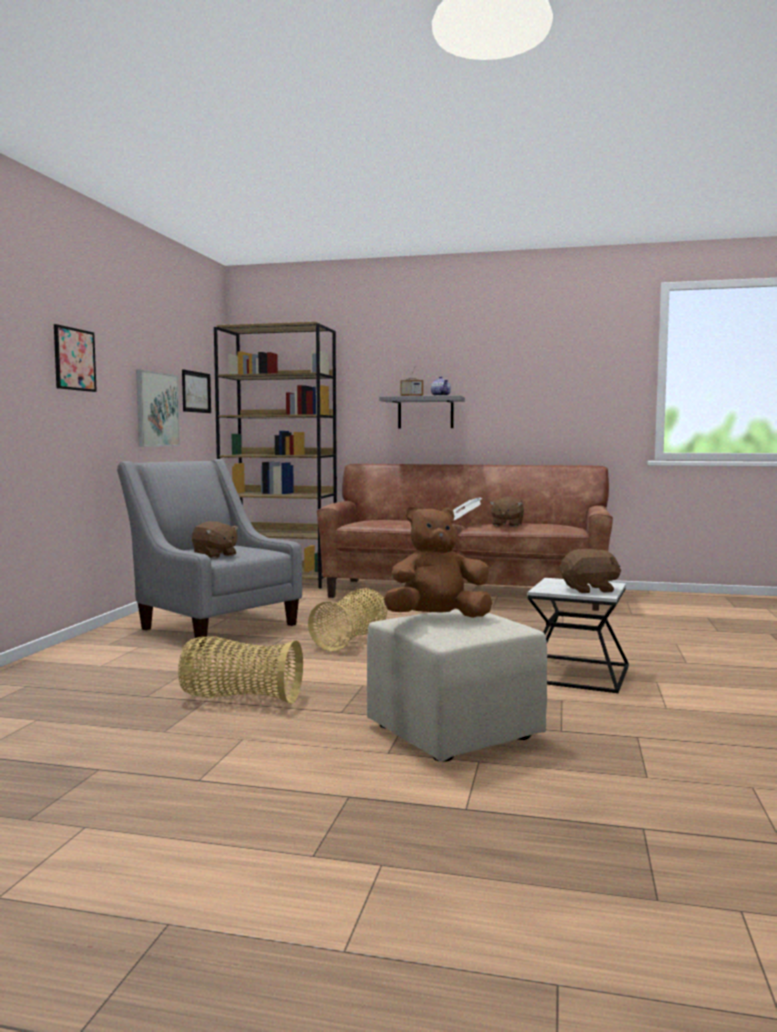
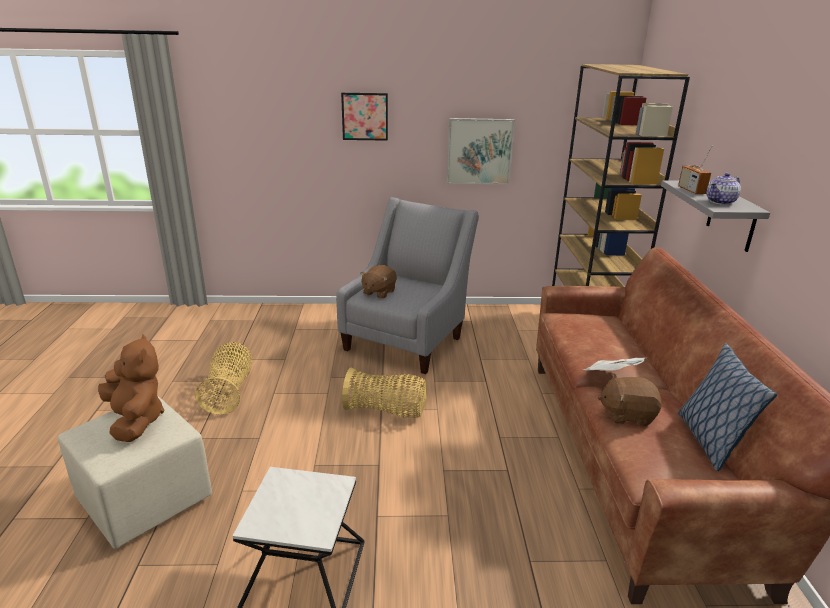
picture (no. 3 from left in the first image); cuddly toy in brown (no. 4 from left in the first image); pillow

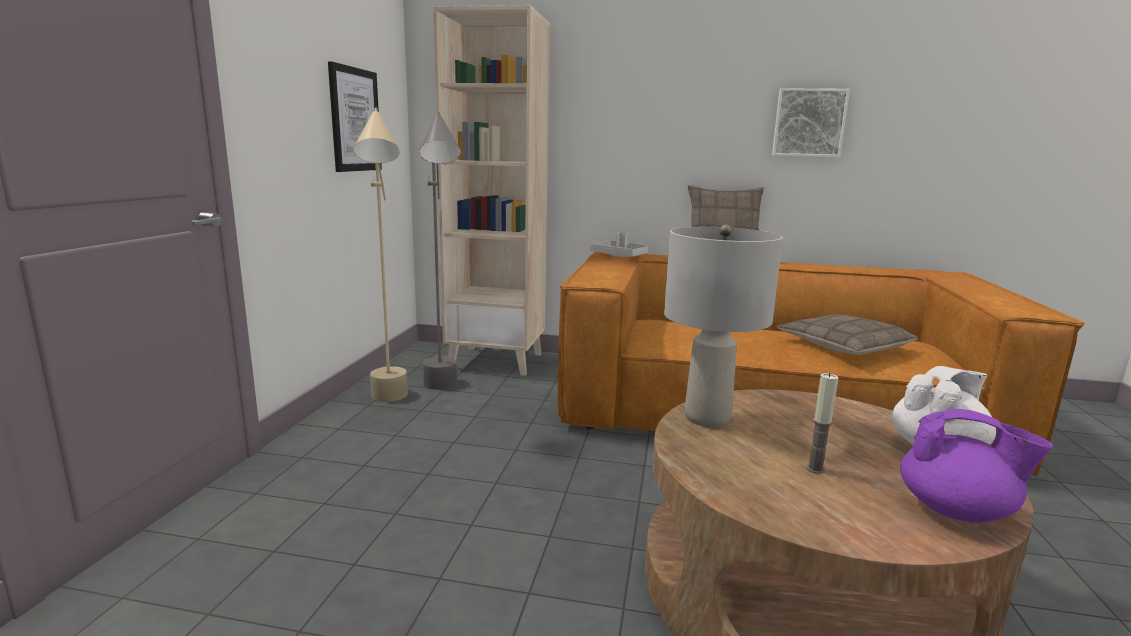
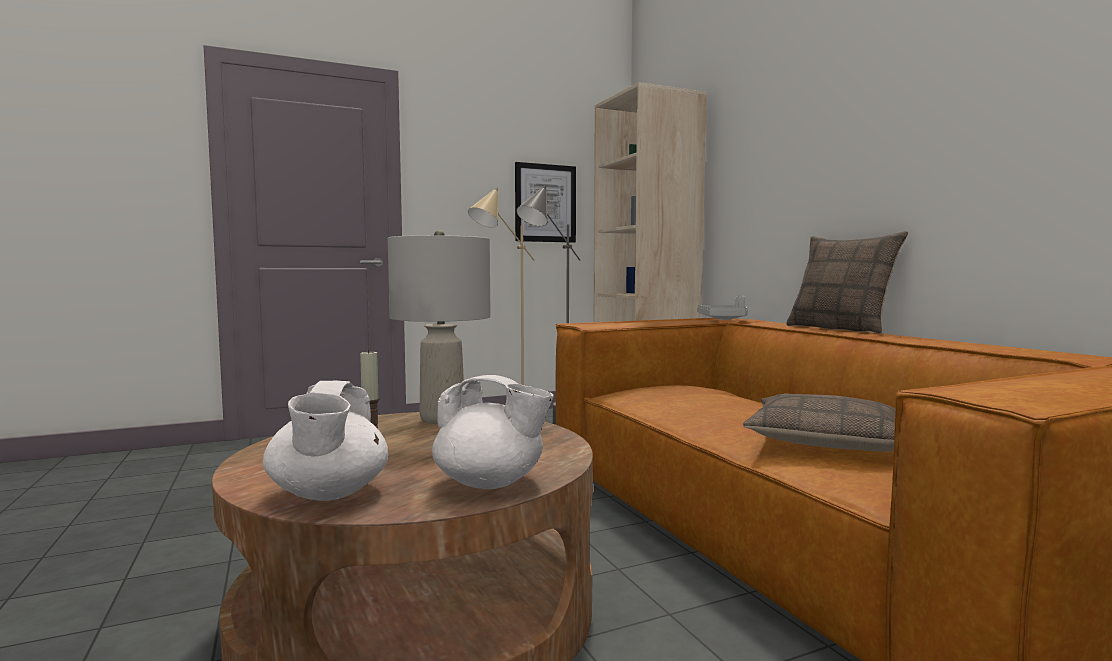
picture (no. 2 from left in the first image); teapot in white (no. 1 from left)

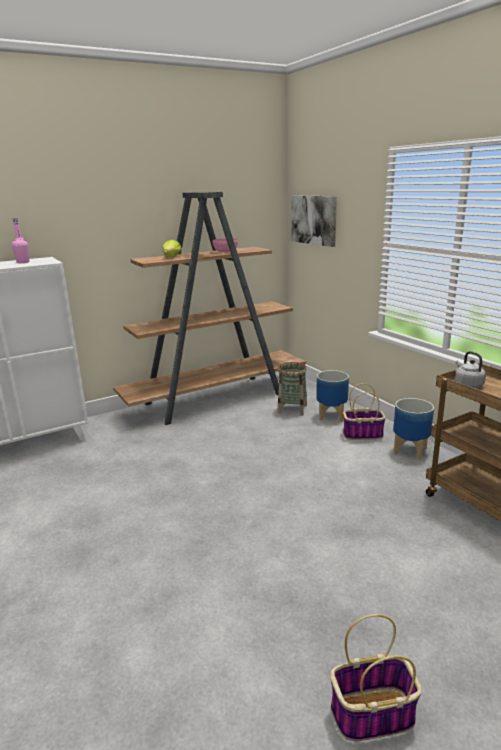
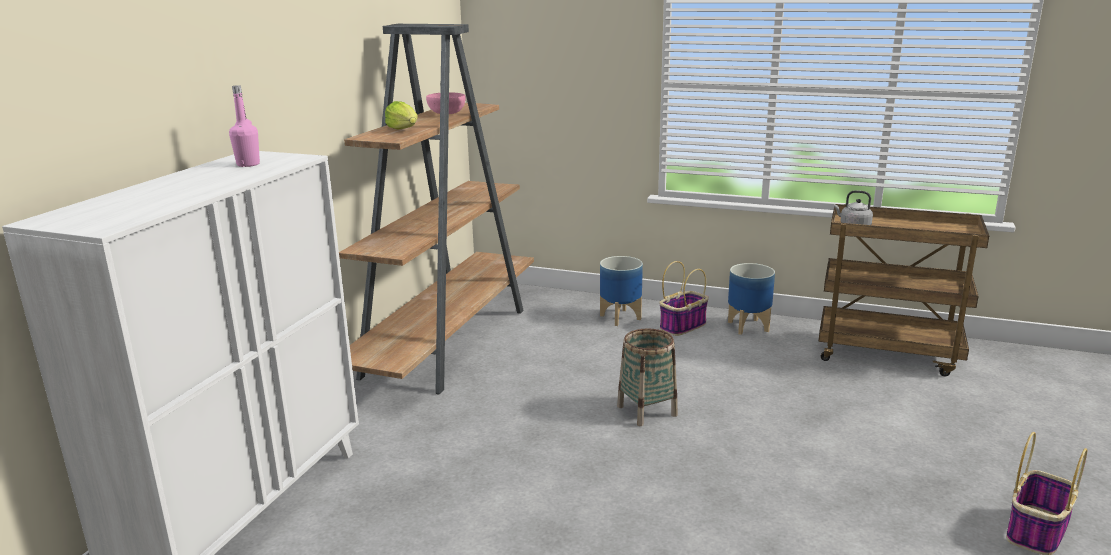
picture; basket (no. 1 from left)

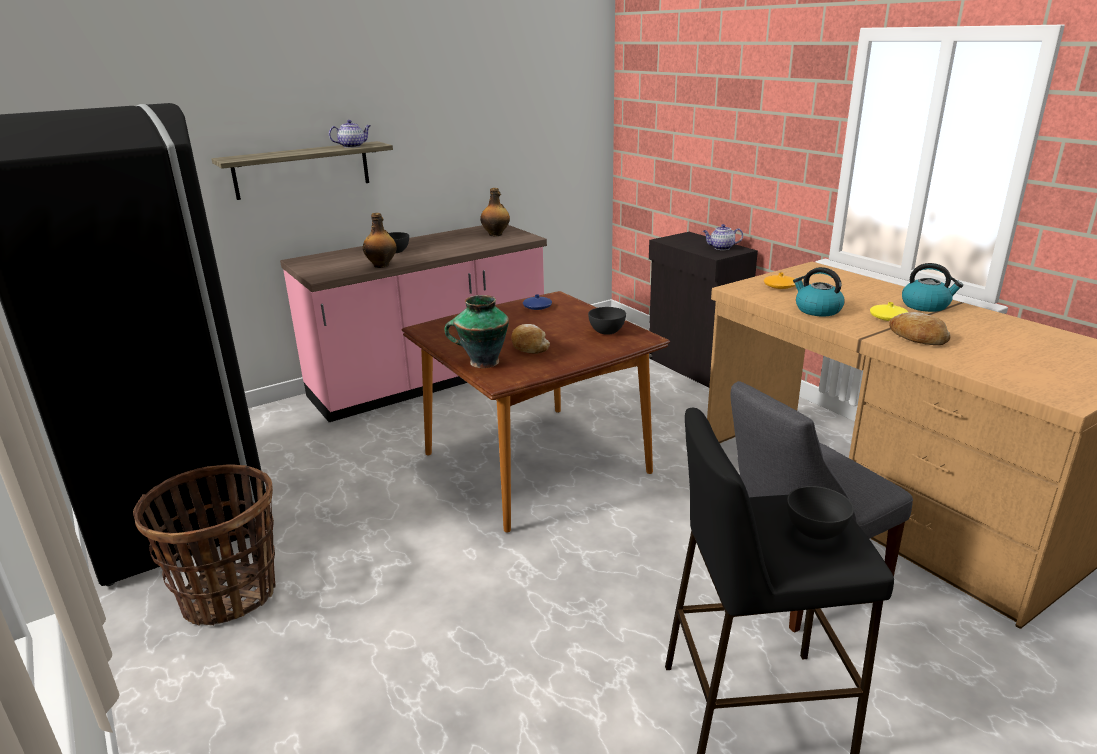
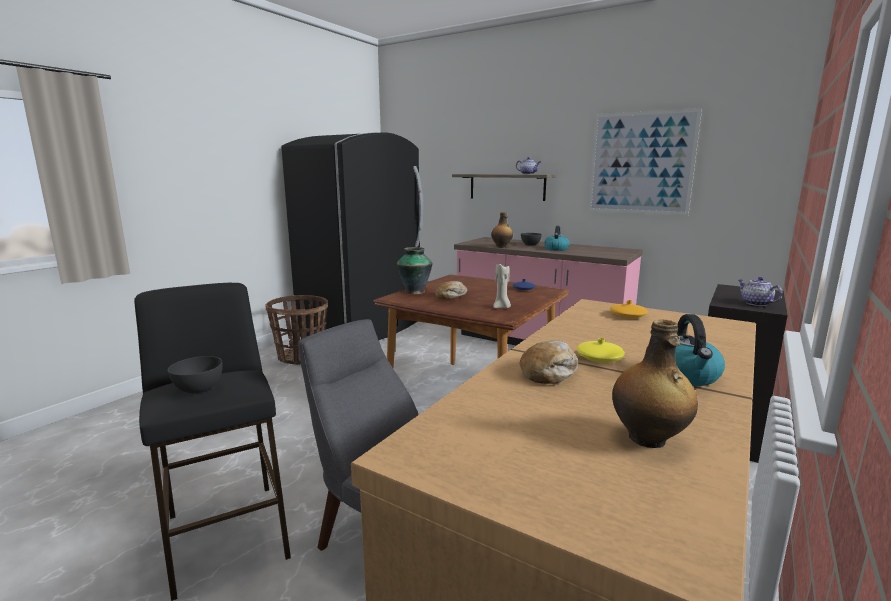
drink bottle (no. 2 from left); kettle (no. 1 from left); wax candle in sand-coloured; picture

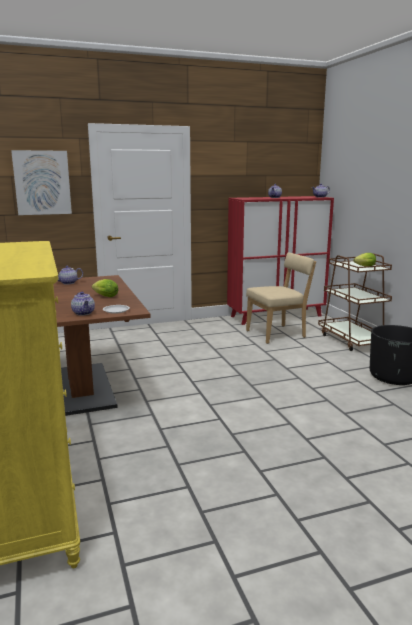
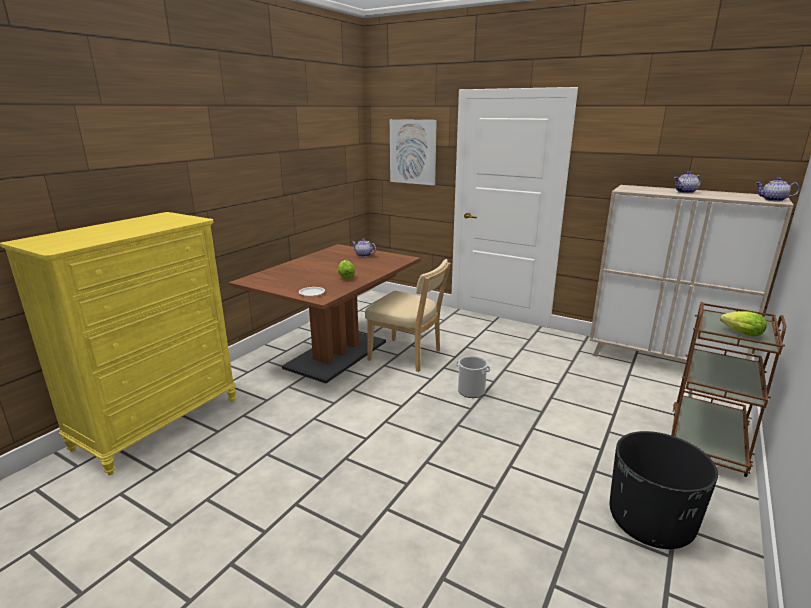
cupboard in sand-coloured; upright chair in sand-coloured; teapot (no. 2 from left in the first image); pail

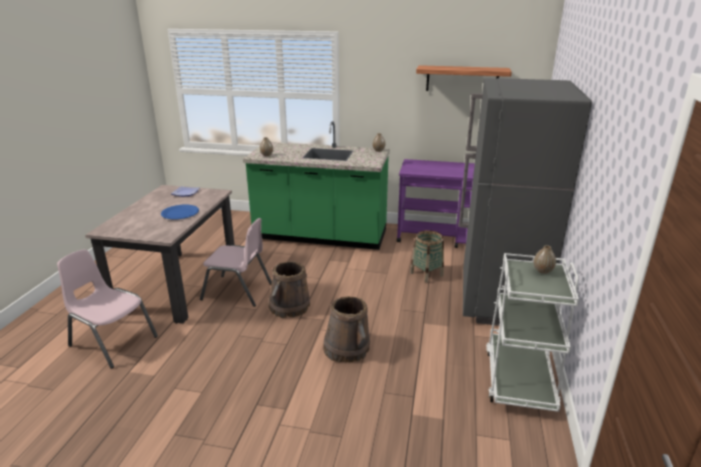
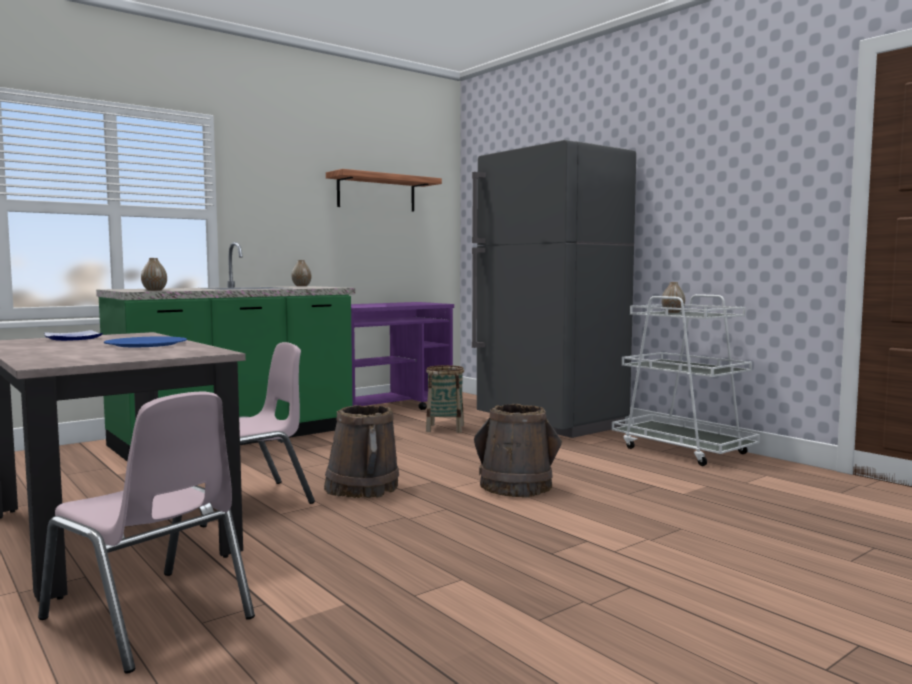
upright chair in pinkish (no. 1 from left)

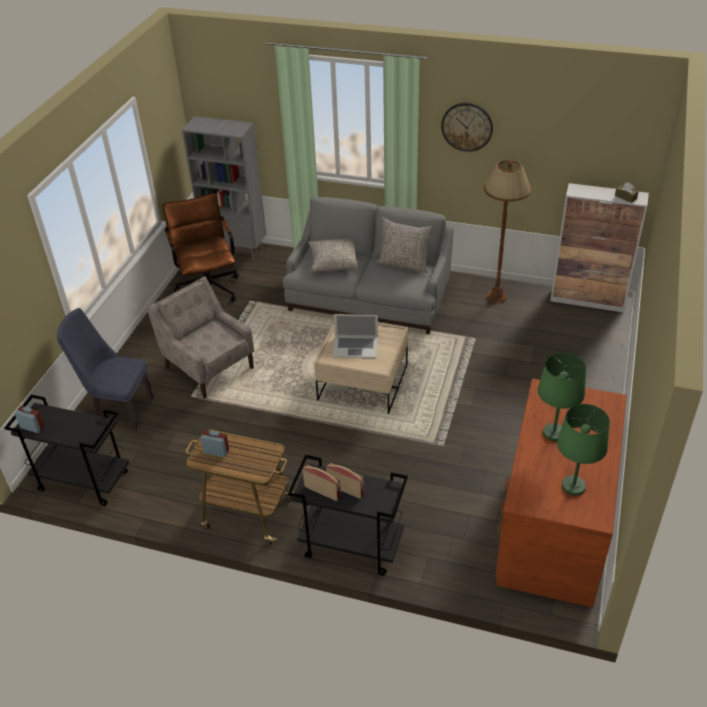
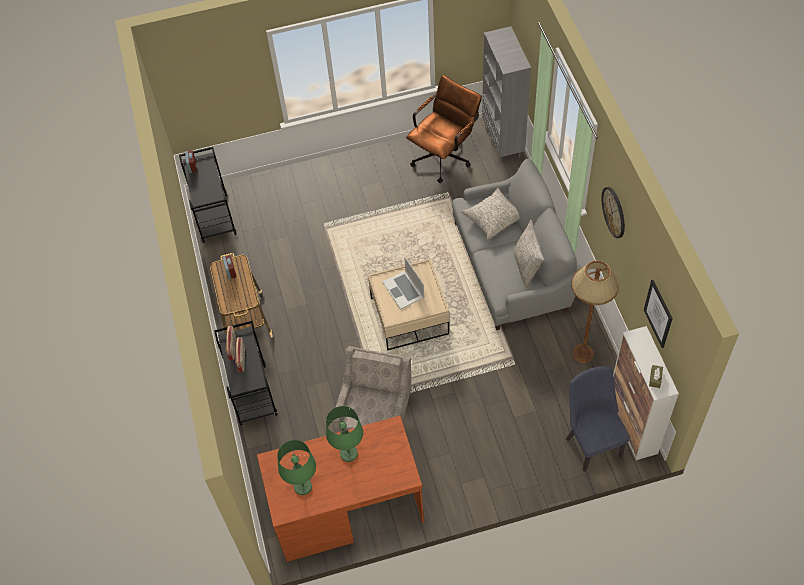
armchair in sand-coloured; upright chair in bluish; picture

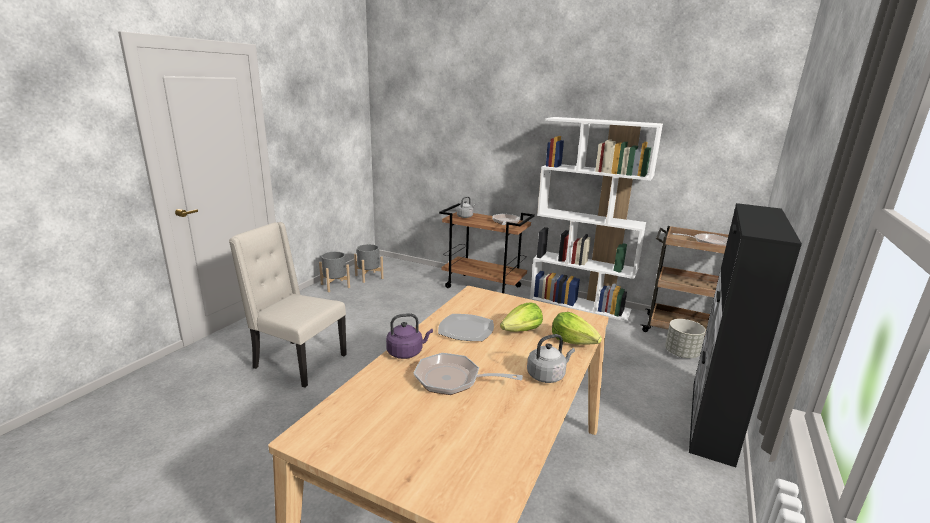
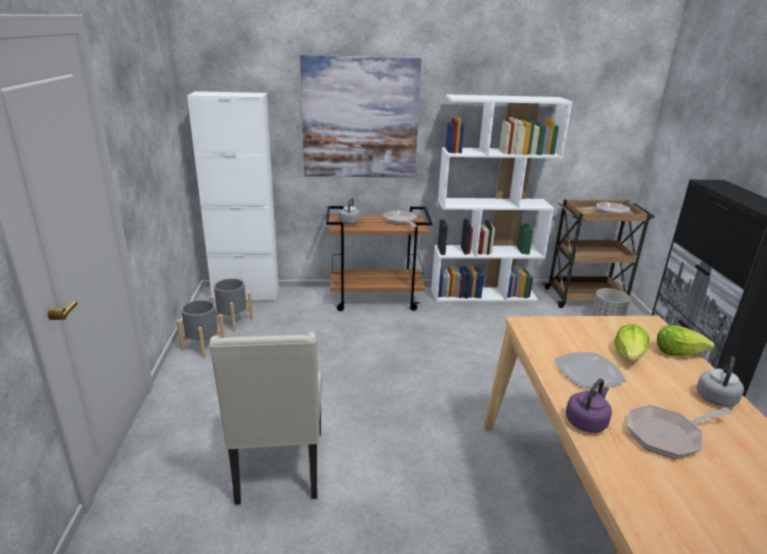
upright chair in sand-coloured; picture; cupboard in white

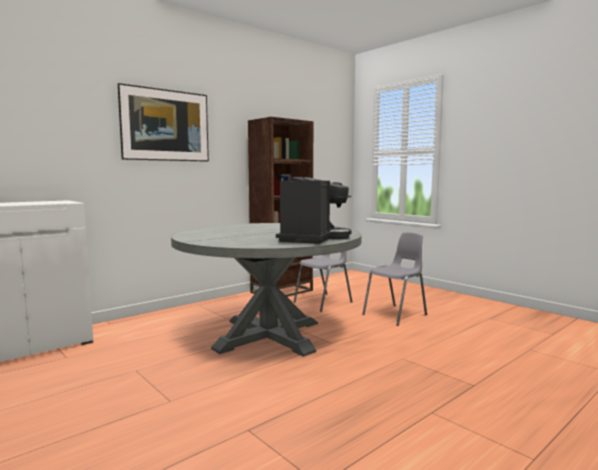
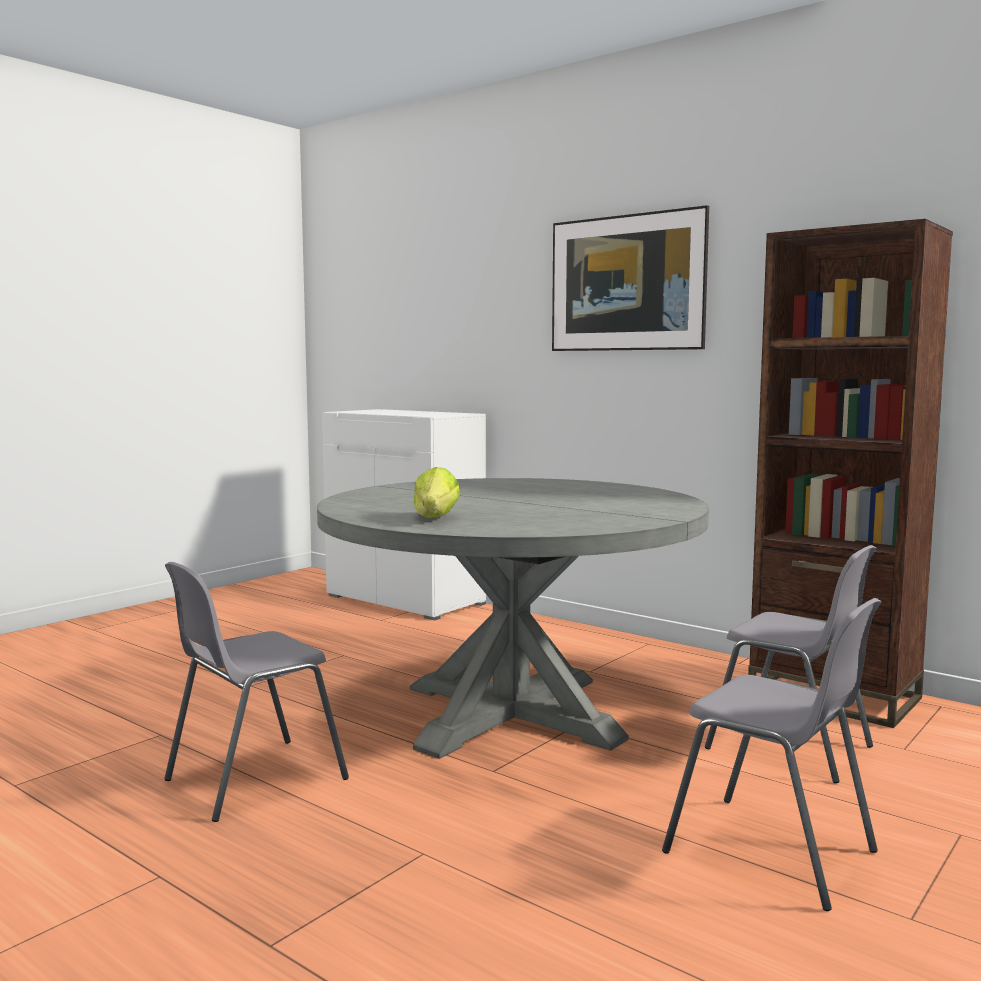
lettuce; upright chair in grey (no. 1 from left)

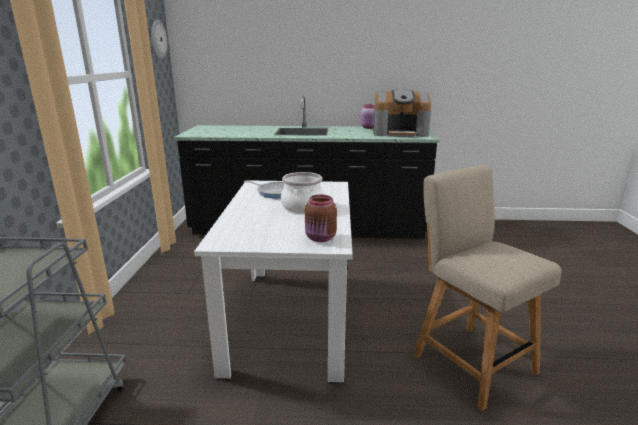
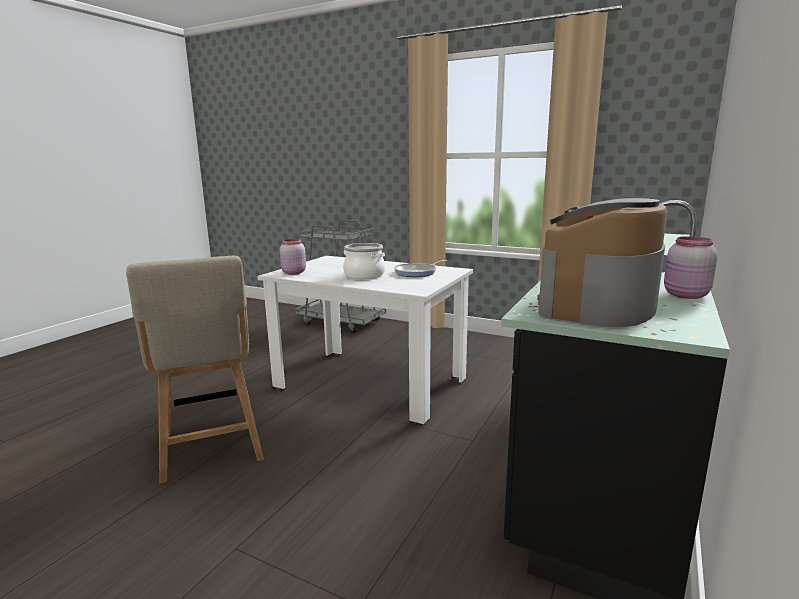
wall clock; upright chair in sand-coloured; preserve jar in pinkish (no. 1 from left)

